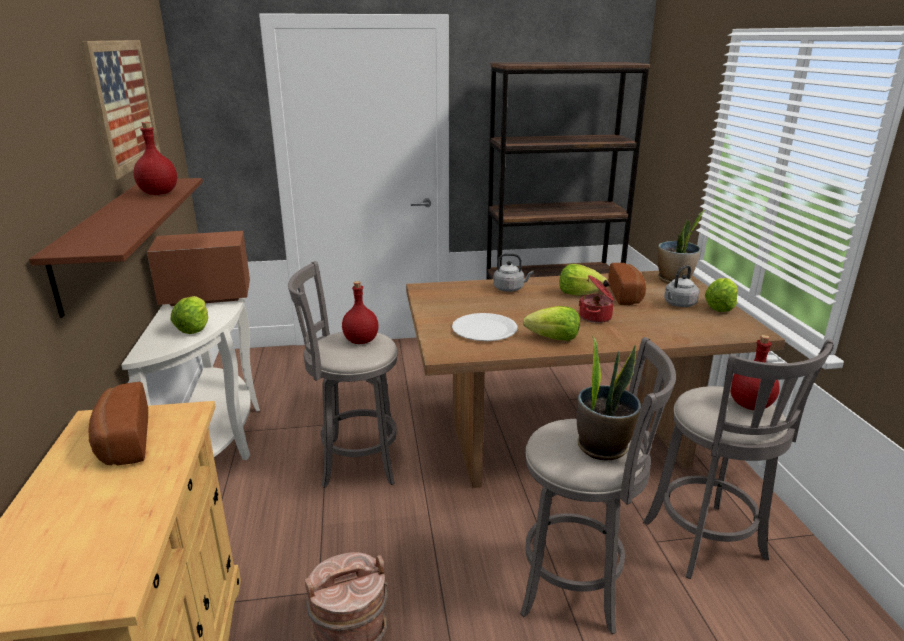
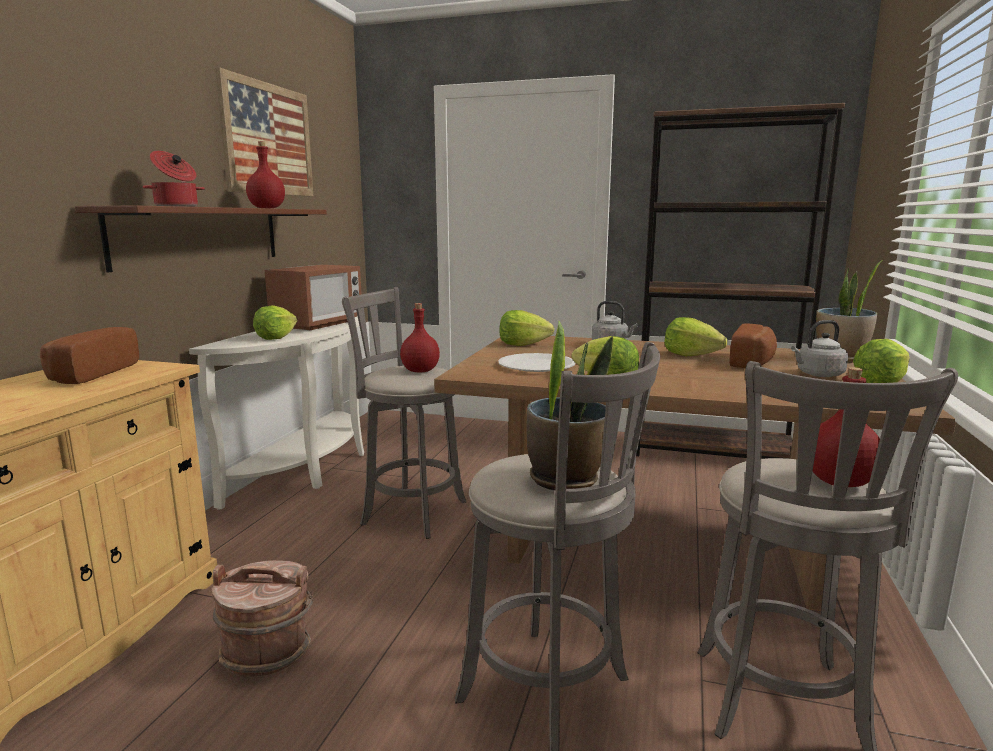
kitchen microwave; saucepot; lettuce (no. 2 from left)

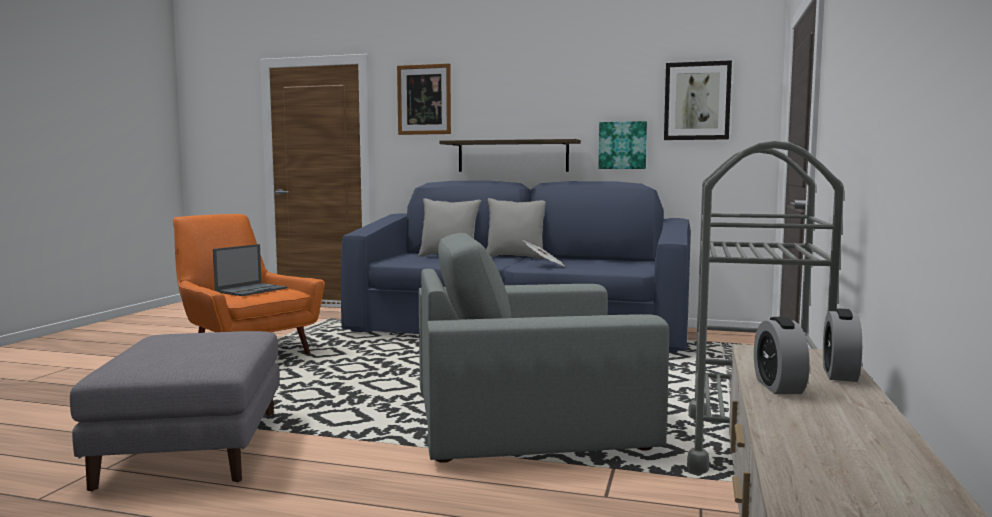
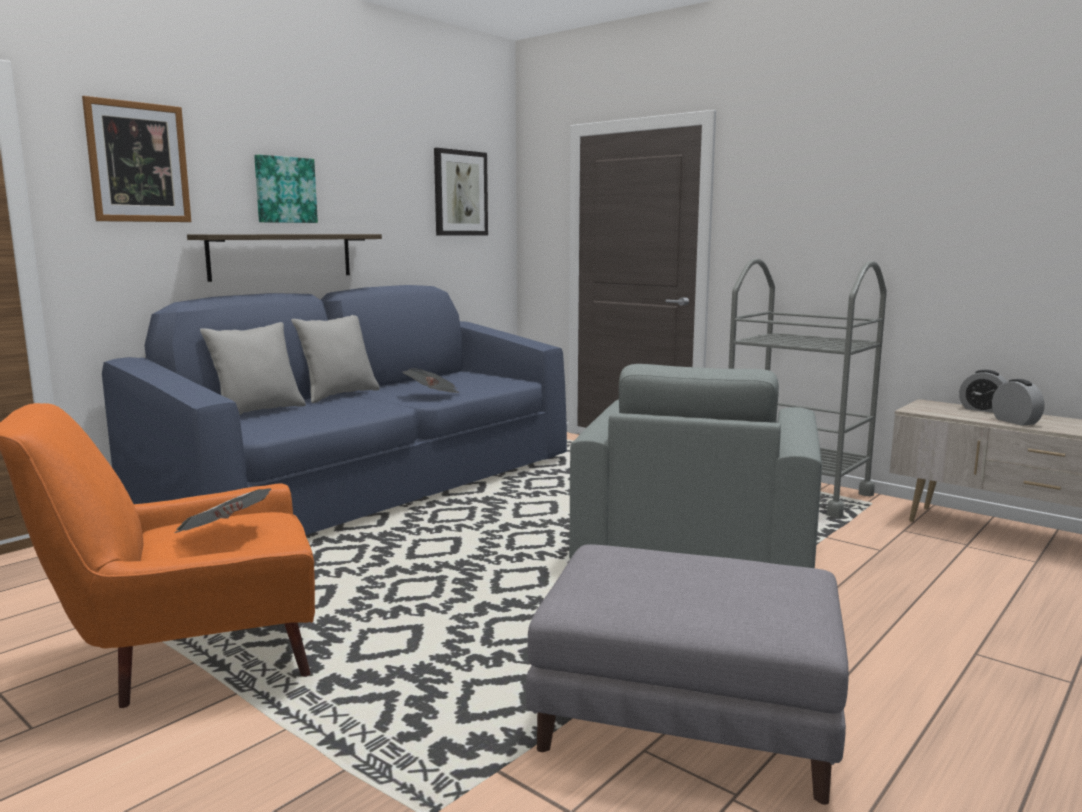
picture (no. 2 from left); newspaper (no. 1 from left); alarm clock (no. 2 from left)

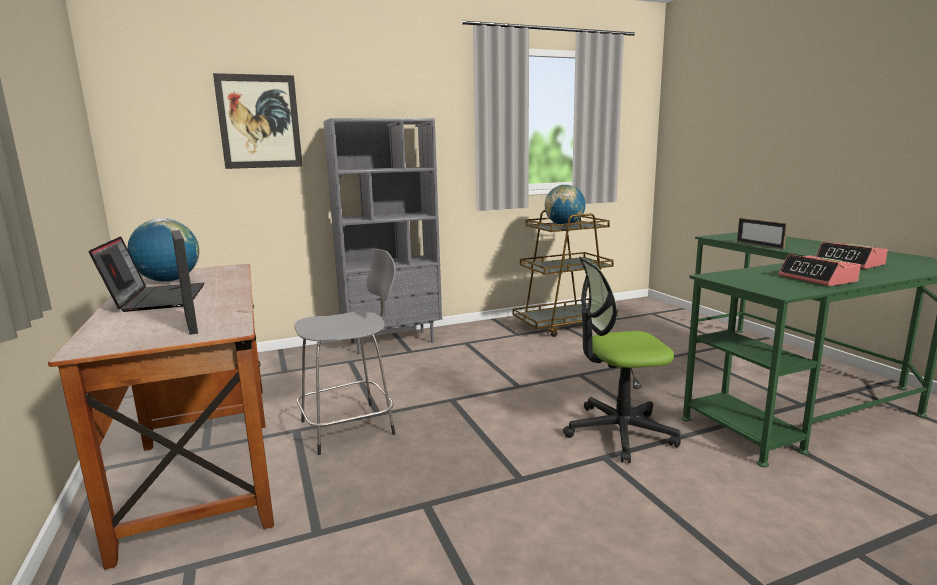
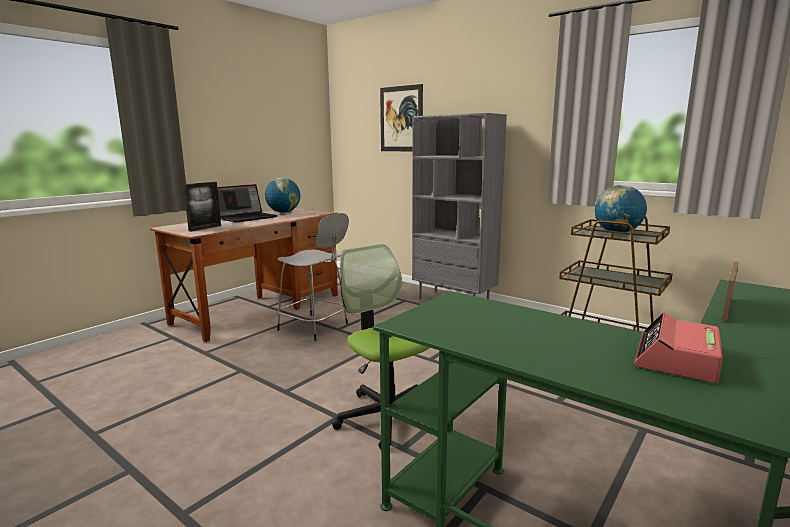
alarm clock (no. 1 from left in the first image)

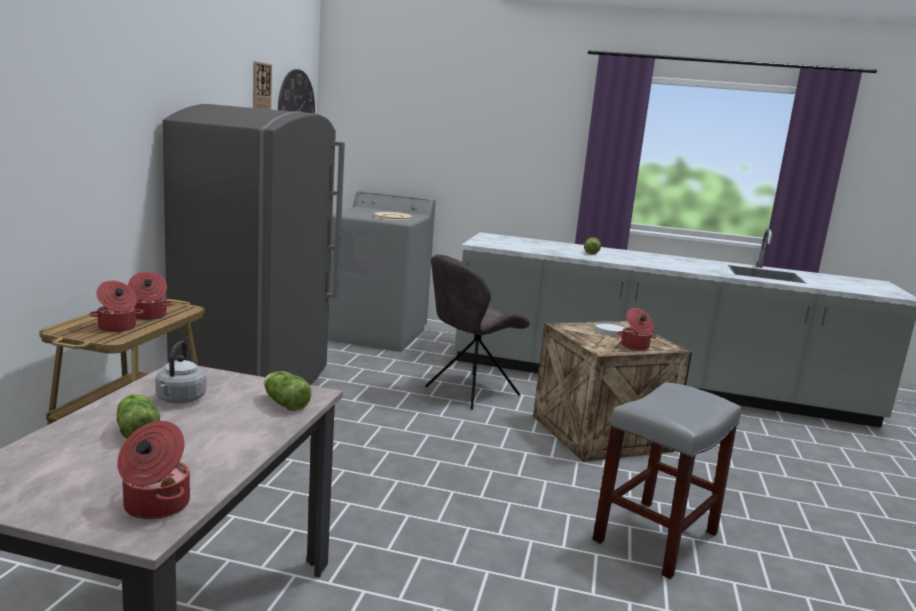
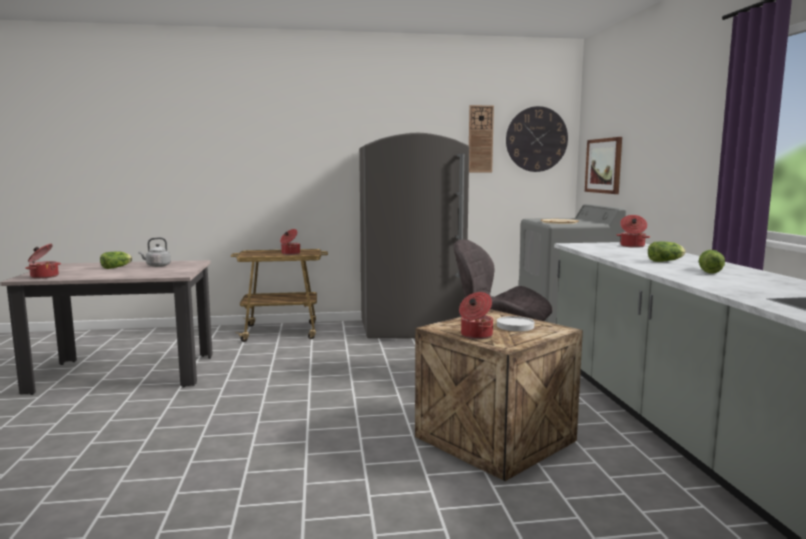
saucepot (no. 4 from left); lettuce (no. 3 from left); stool seat in grey; picture

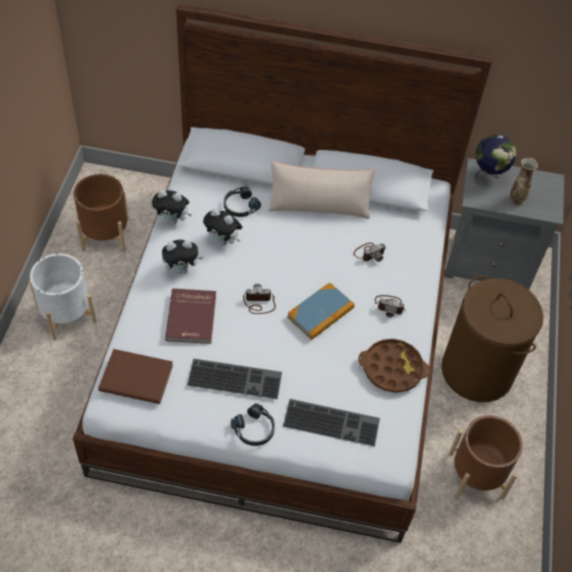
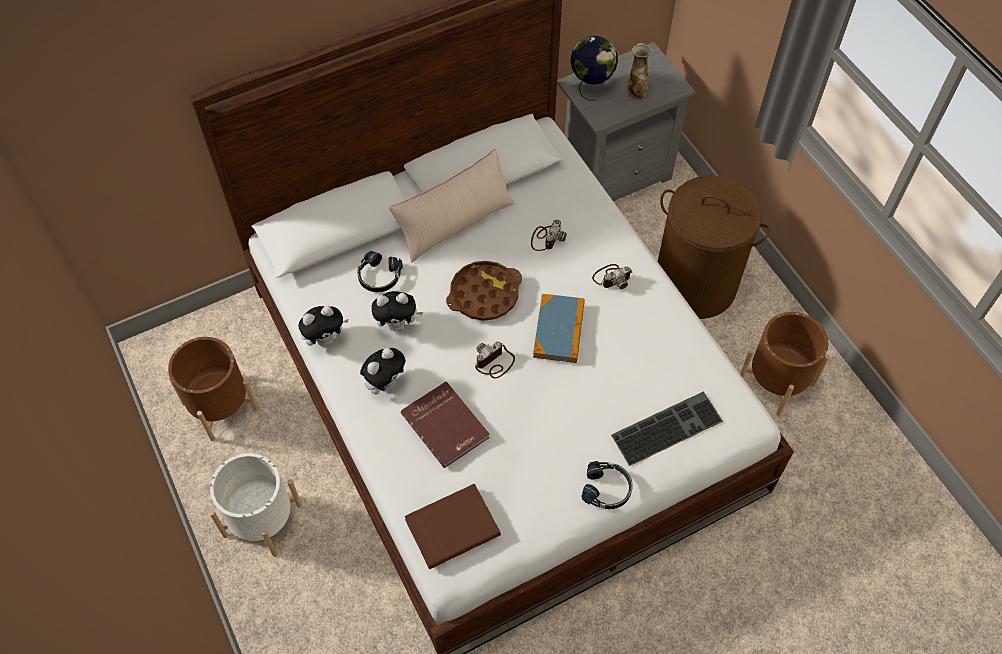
carrying tray in brown; computer keyboard (no. 1 from left in the first image)

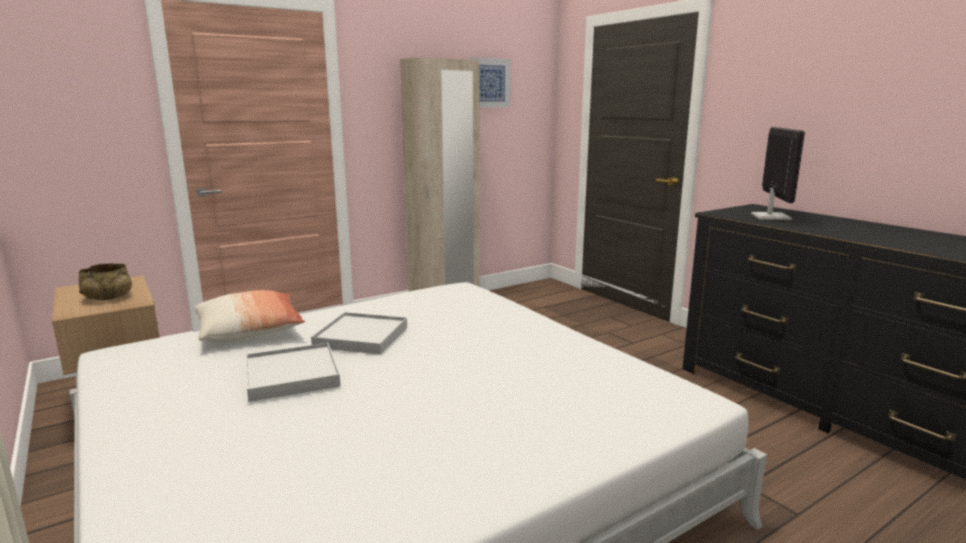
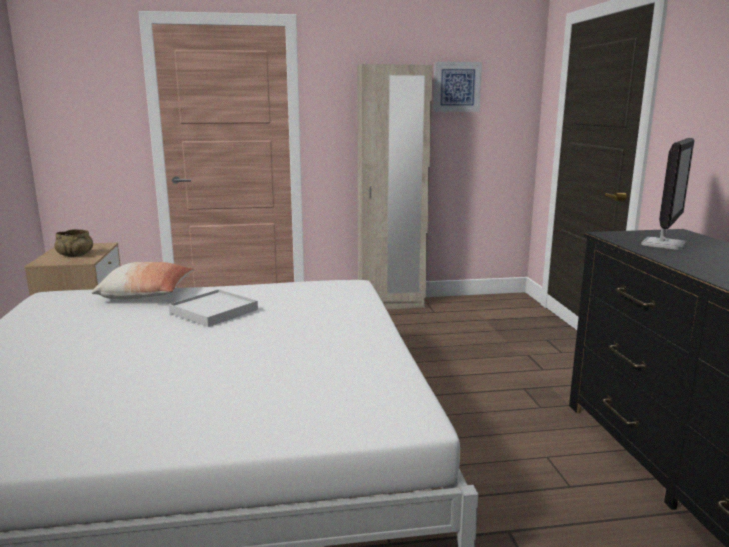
carrying tray in white (no. 1 from left in the first image)

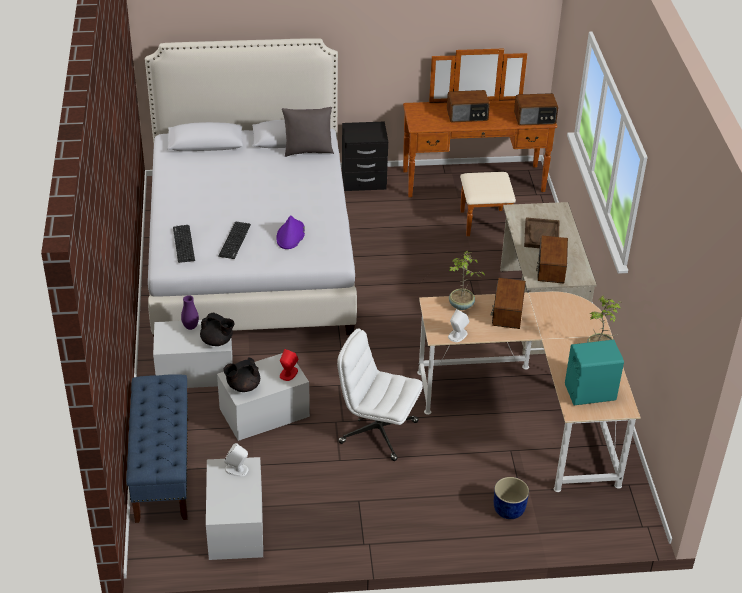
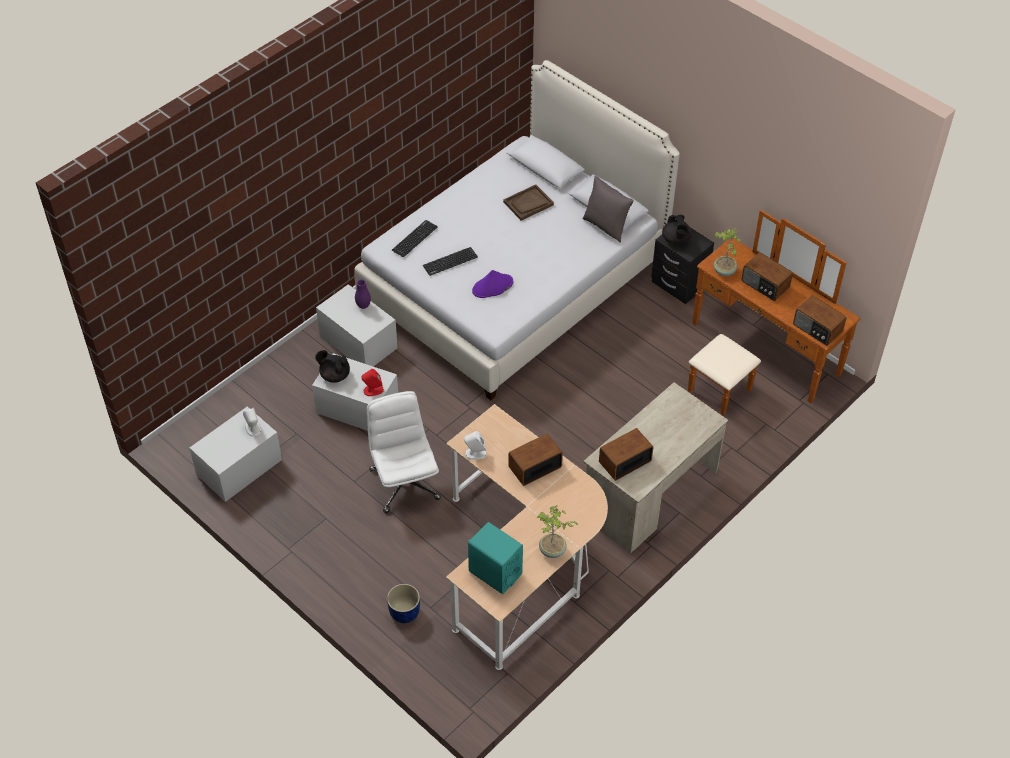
carrying tray in brown; potted plant (no. 2 from left); teapot in blackish (no. 2 from left); indoor bench in bluish

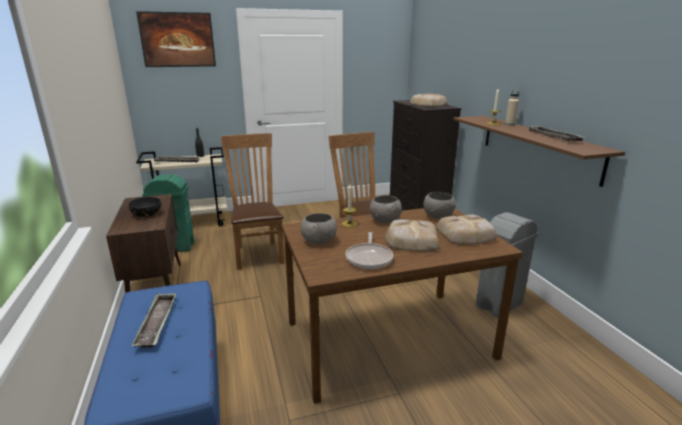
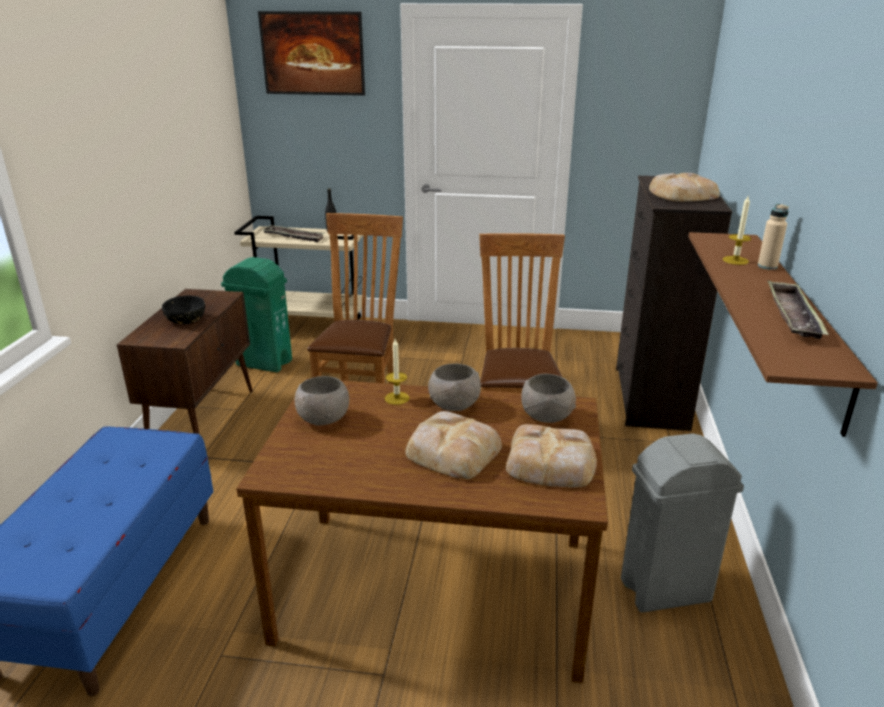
skillet; carrying tray (no. 1 from left in the first image)

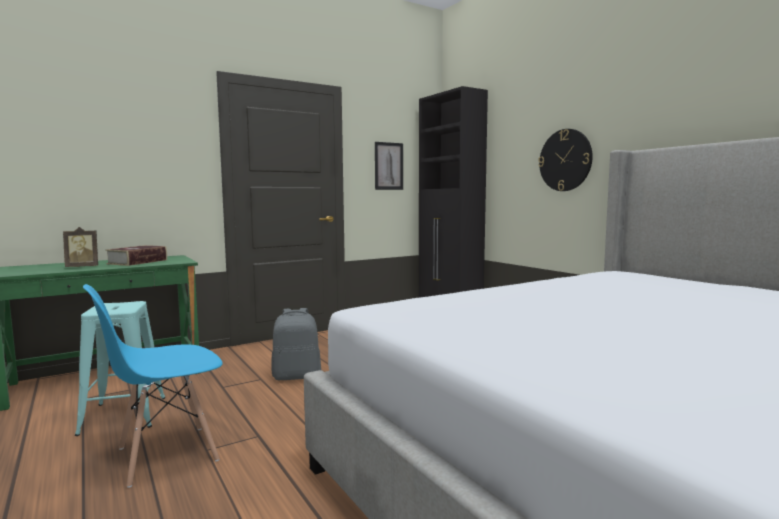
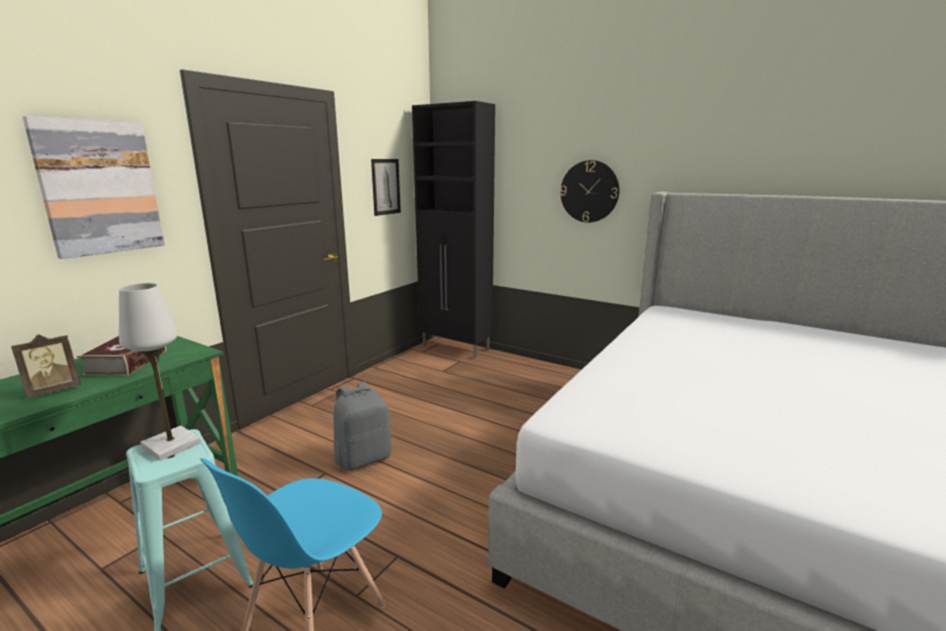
picture (no. 1 from left); table lamp in white

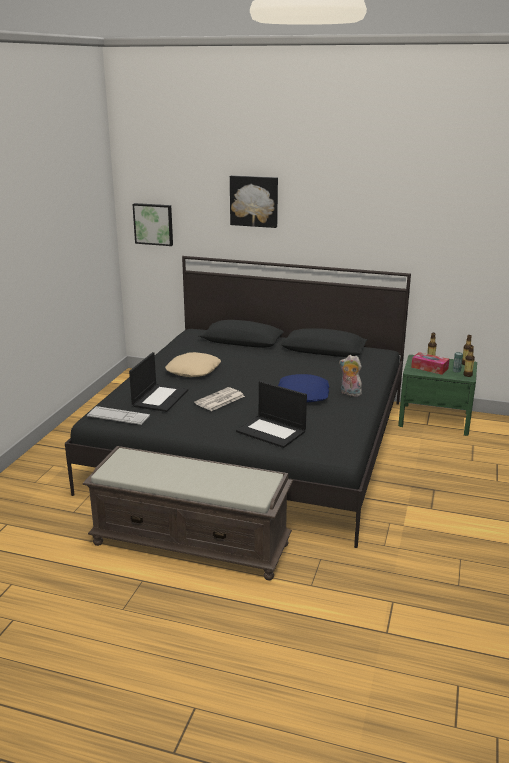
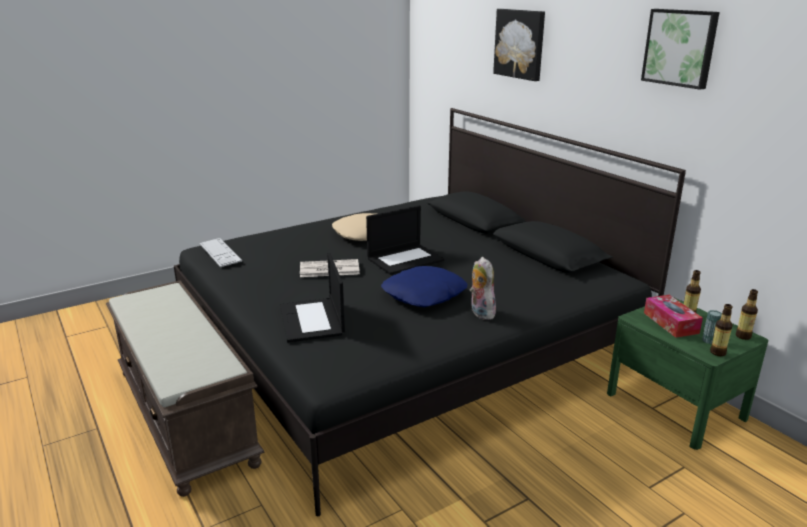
picture (no. 2 from left); portable computer (no. 2 from left)

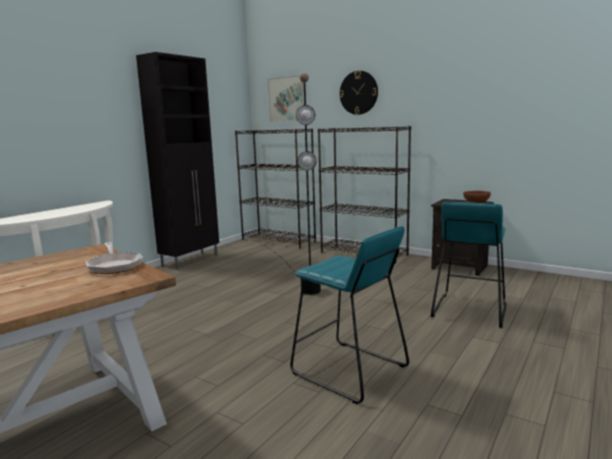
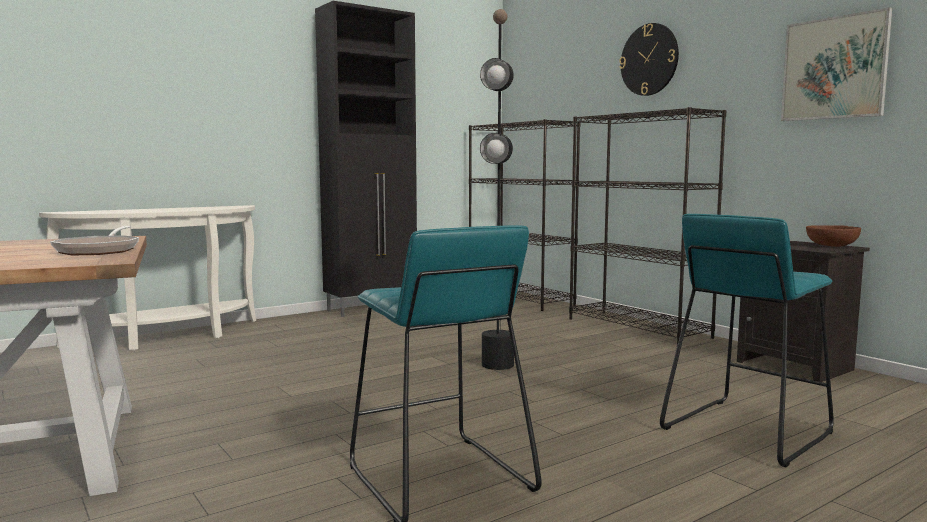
picture

